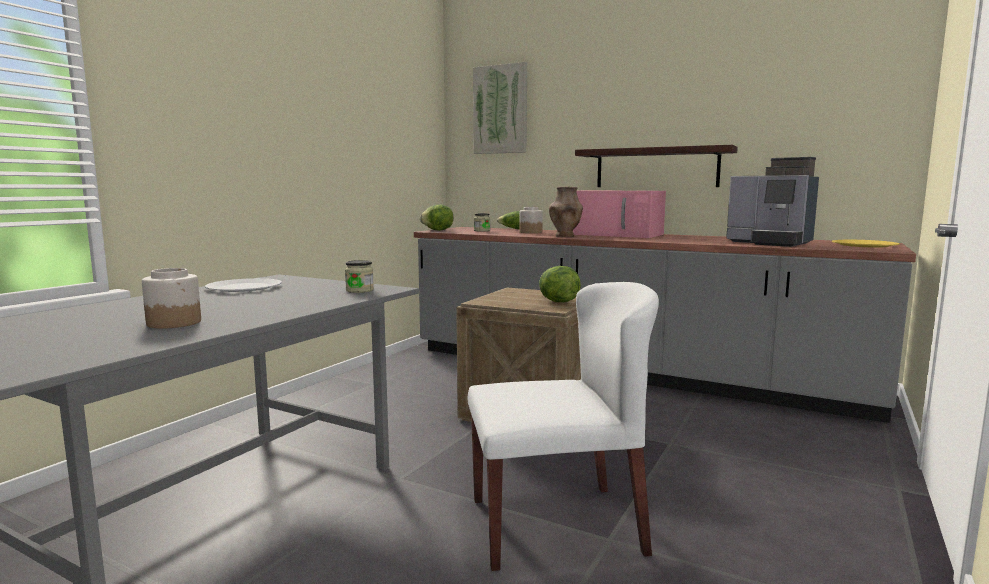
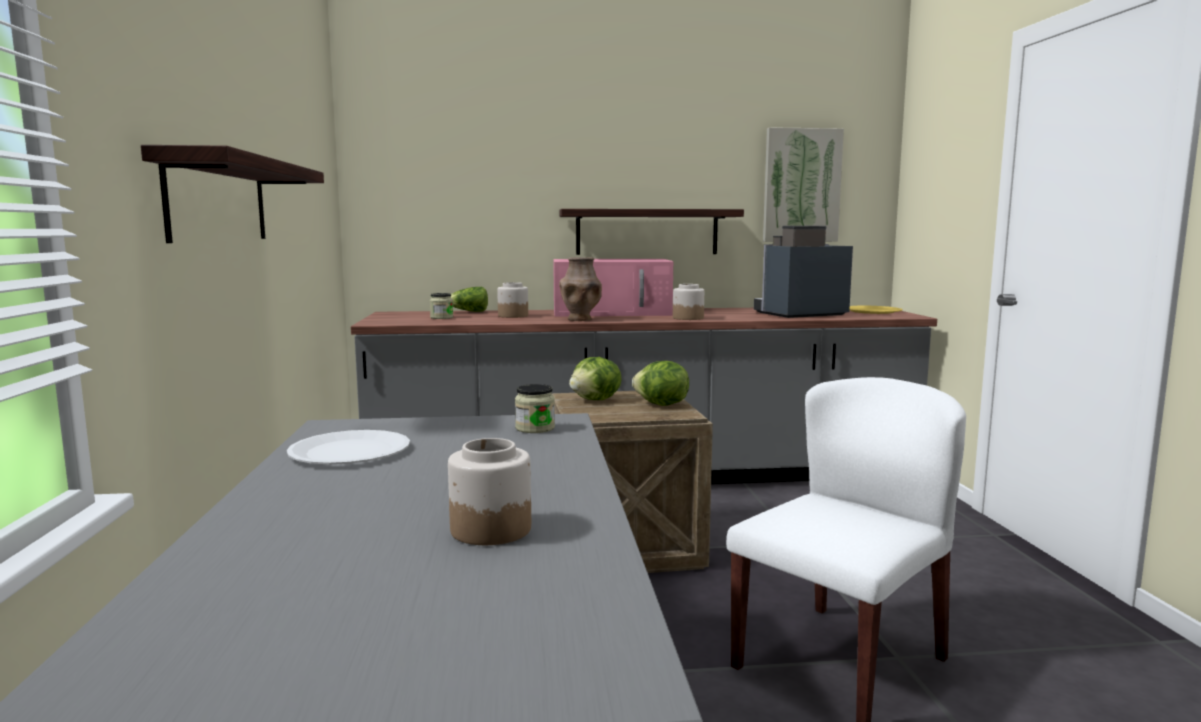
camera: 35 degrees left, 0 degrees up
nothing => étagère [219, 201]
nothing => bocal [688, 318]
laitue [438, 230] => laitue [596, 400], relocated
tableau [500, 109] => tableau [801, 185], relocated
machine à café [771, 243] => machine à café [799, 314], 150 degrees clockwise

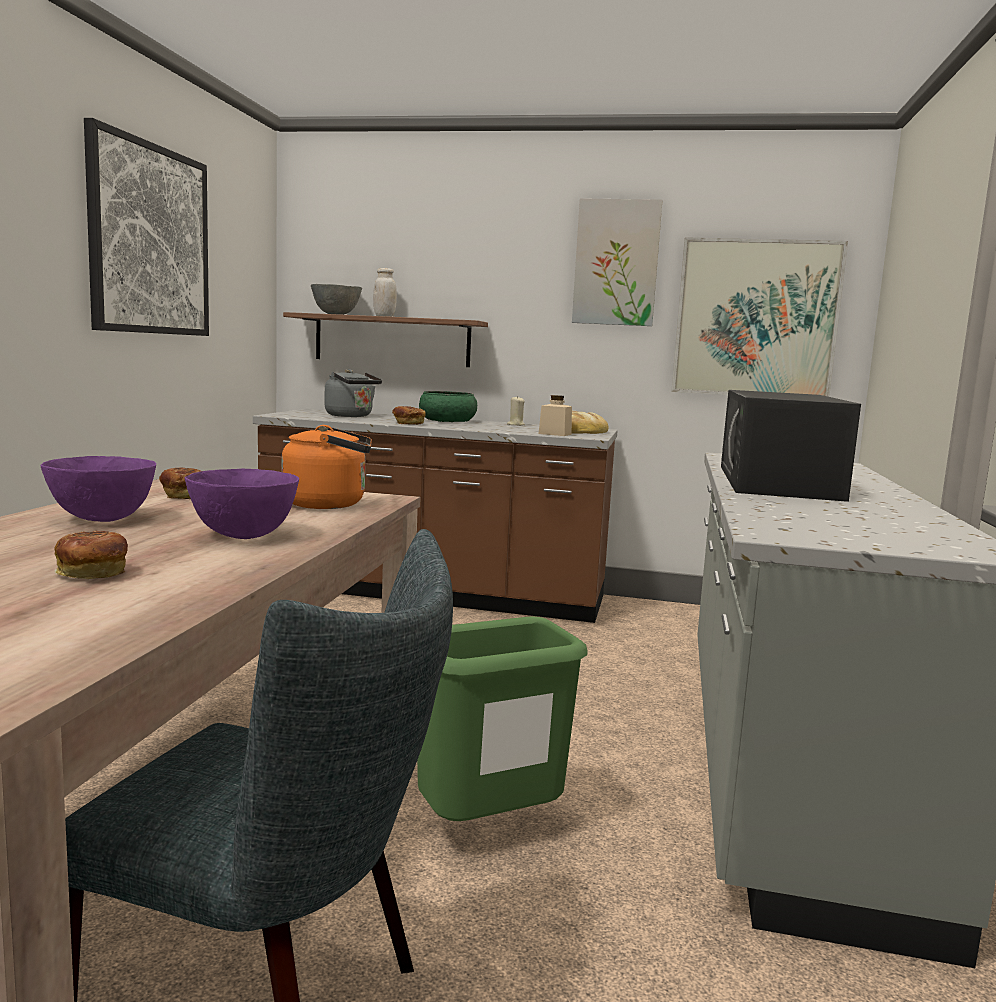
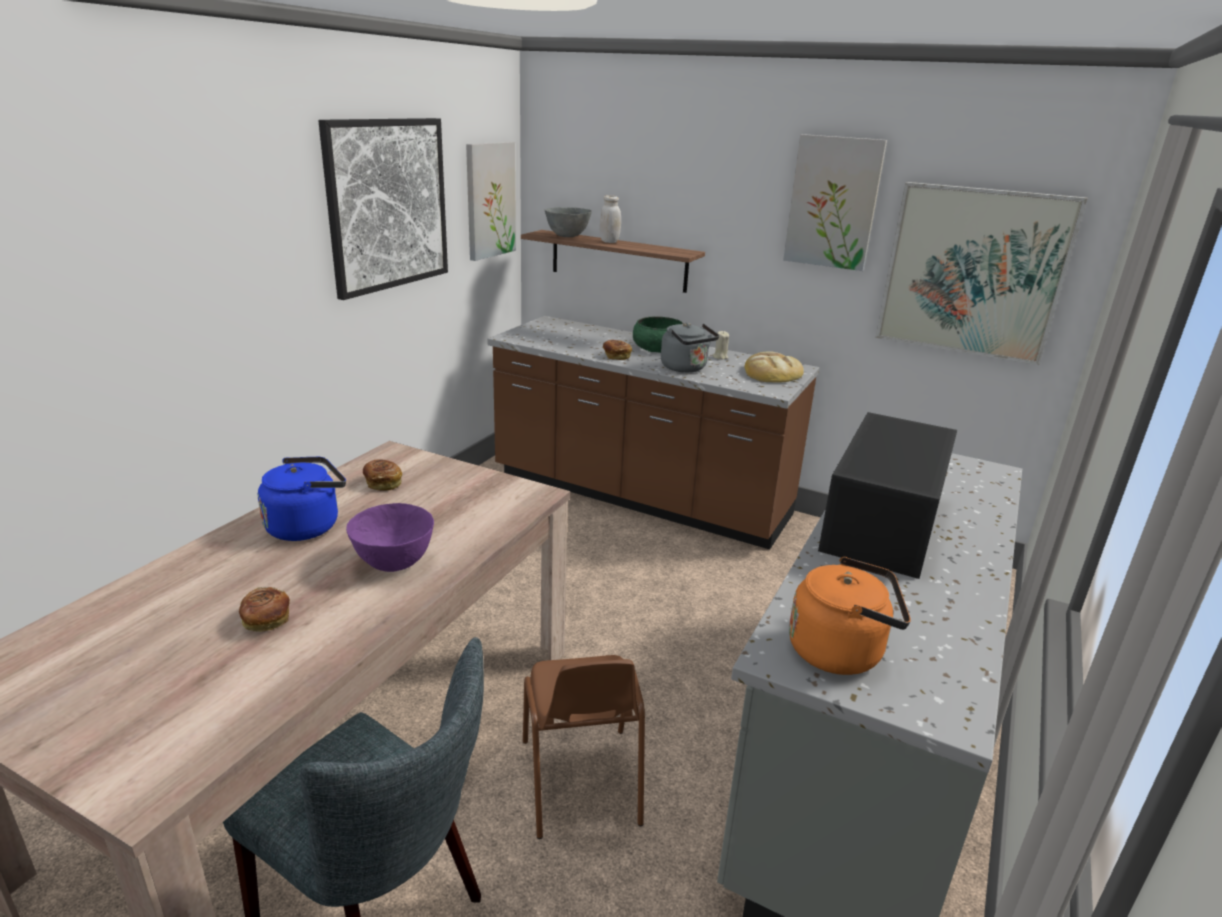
camera: 15 degrees right, 15 degrees up
bocal/beige [555, 434] => nothing
nothing => tableau [490, 200]
bouilloire/orange [330, 504] => bouilloire/orange [840, 651], relocated
bouilloire/gris [351, 416] => bouilloire/gris [686, 368], relocated
bol/violet [103, 519] => bouilloire/bleu [307, 526]
poubelle/vert [488, 832] => chaise/marron [580, 783]

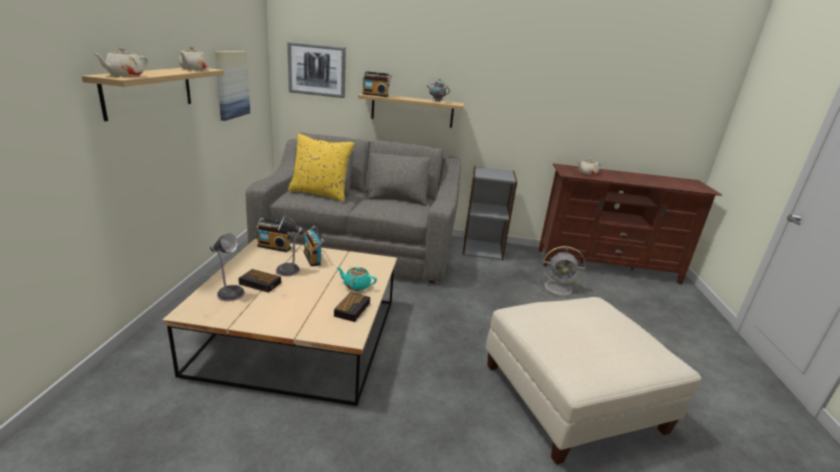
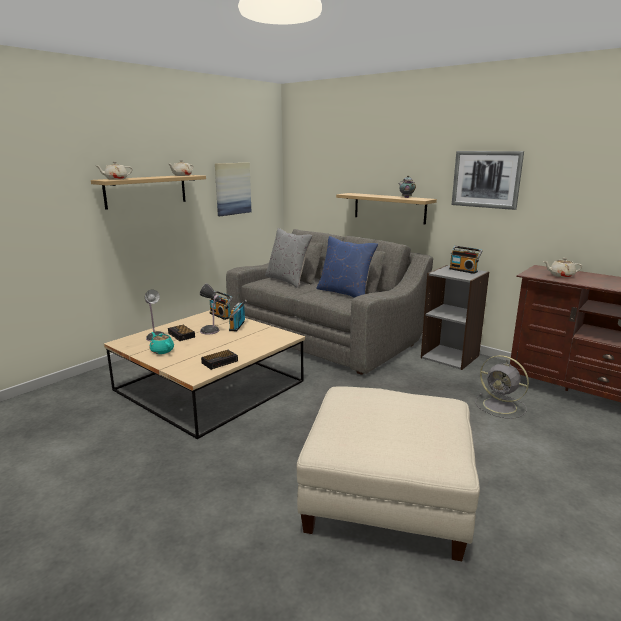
camera: 35 degrees right, 5 degrees down
nothing => coussin/bleu [345, 293]
tableau [317, 70] => tableau [486, 179], relocated
théière/turquoise [356, 286] => théière/turquoise [162, 350], relocated
radio [375, 95] => radio [463, 270], relocated
coussin/jaune [320, 193] => coussin/gris [287, 280]

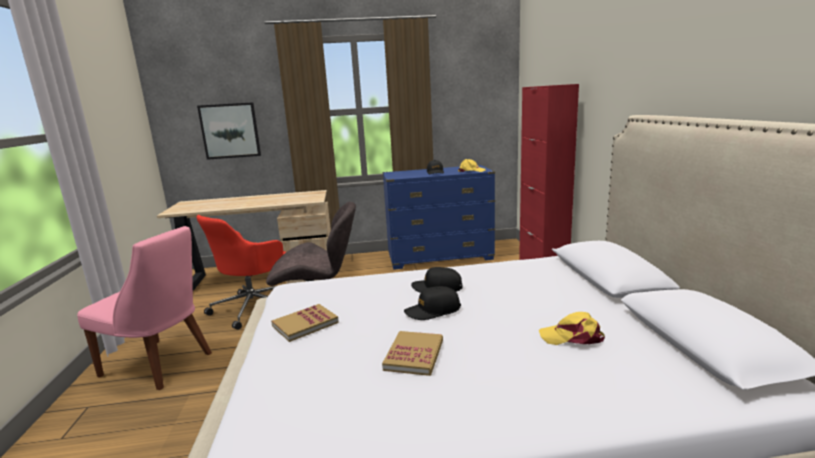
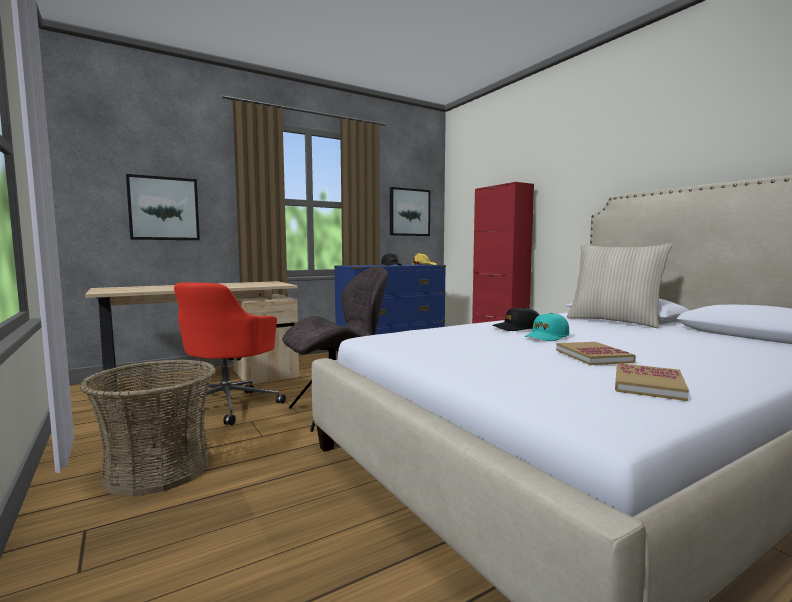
camera: 25 degrees left, 10 degrees down
casquette/jaune [572, 337] => nothing
nothing => tableau [409, 212]
nothing => coussin/beige [614, 321]
livre [305, 324] => livre [648, 385], relocated
chaise/rose [161, 365] => panier [158, 470]
casquette/noir [432, 311] => casquette/turquoise [547, 337]

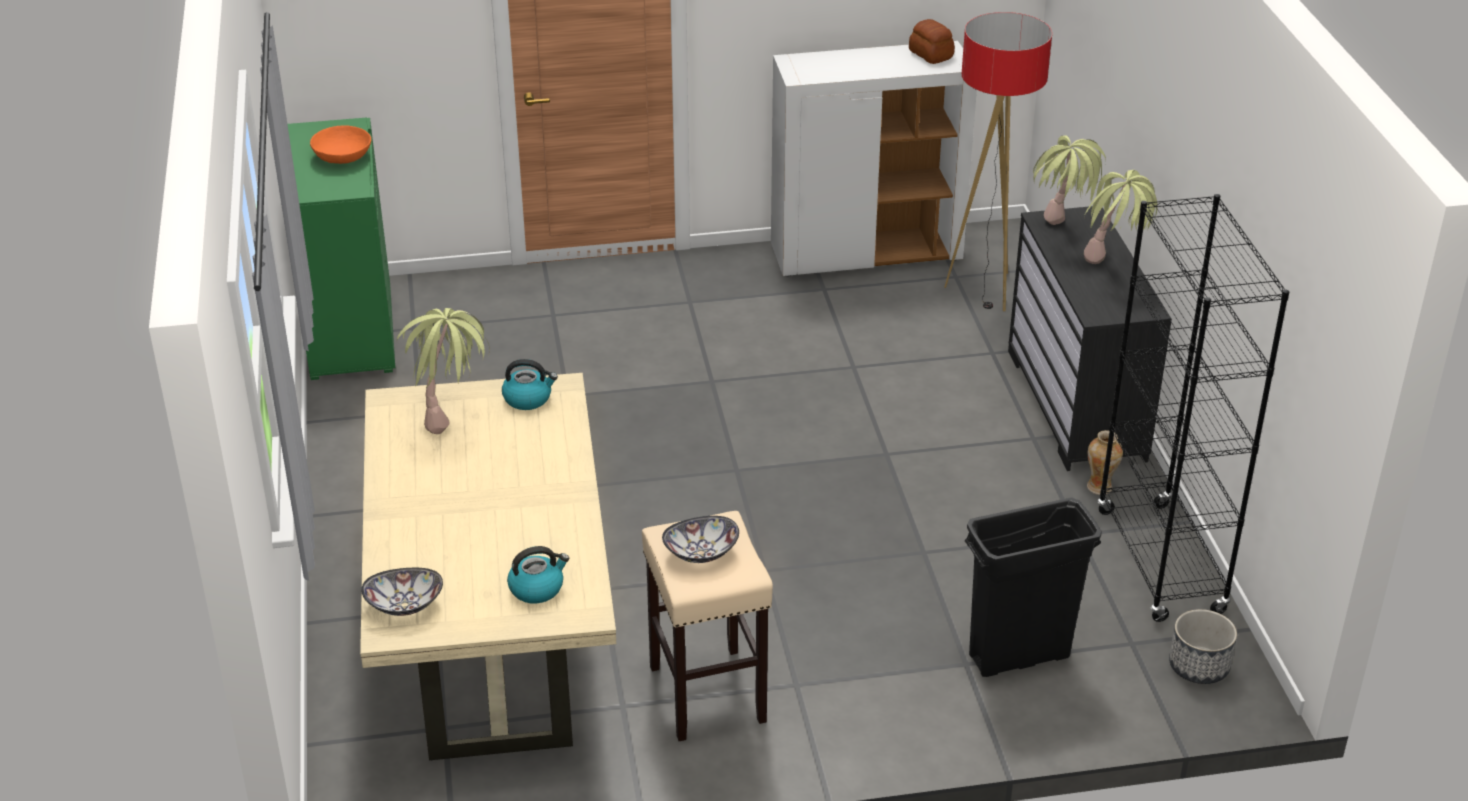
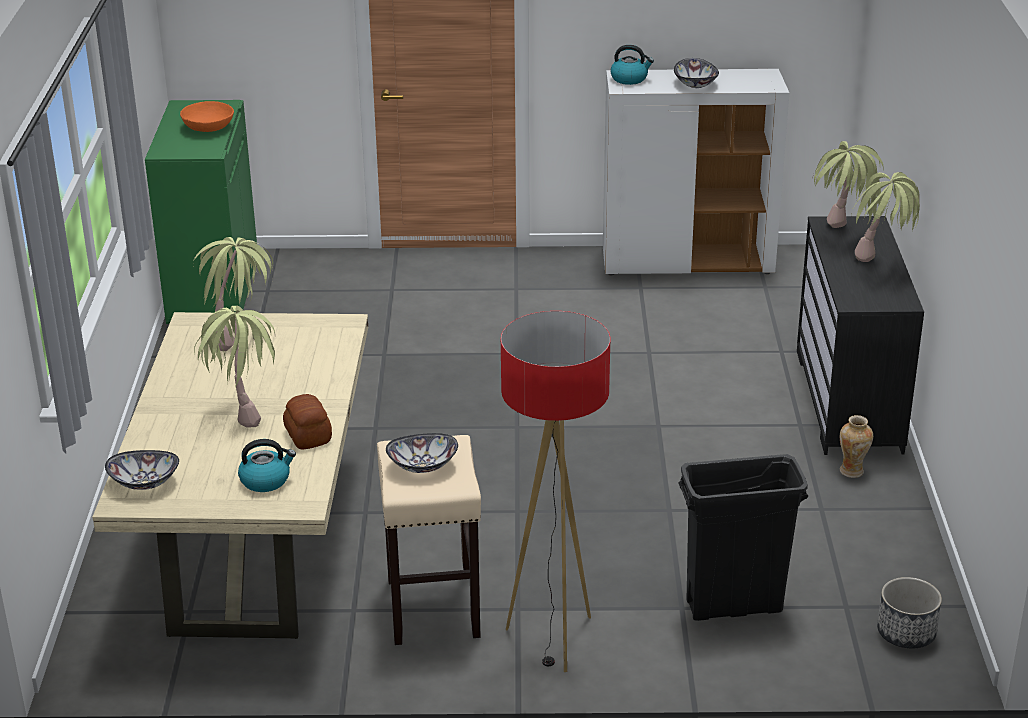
camera: 10 degrees right, 5 degrees down
bibliothèque/noir [1160, 562] => nothing
nothing => plante en pot [243, 411]
nothing => bol [696, 84]
bouilloire [528, 398] => bouilloire [630, 79], relocated
pain [930, 55] => pain [307, 436], relocated
lampadaire [985, 290] => lampadaire [553, 639], relocated

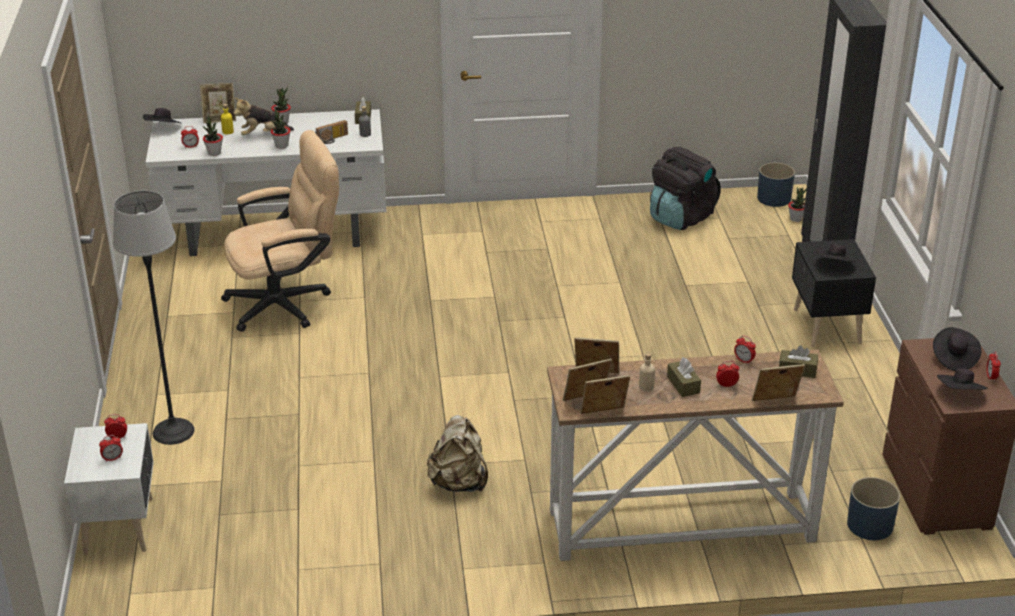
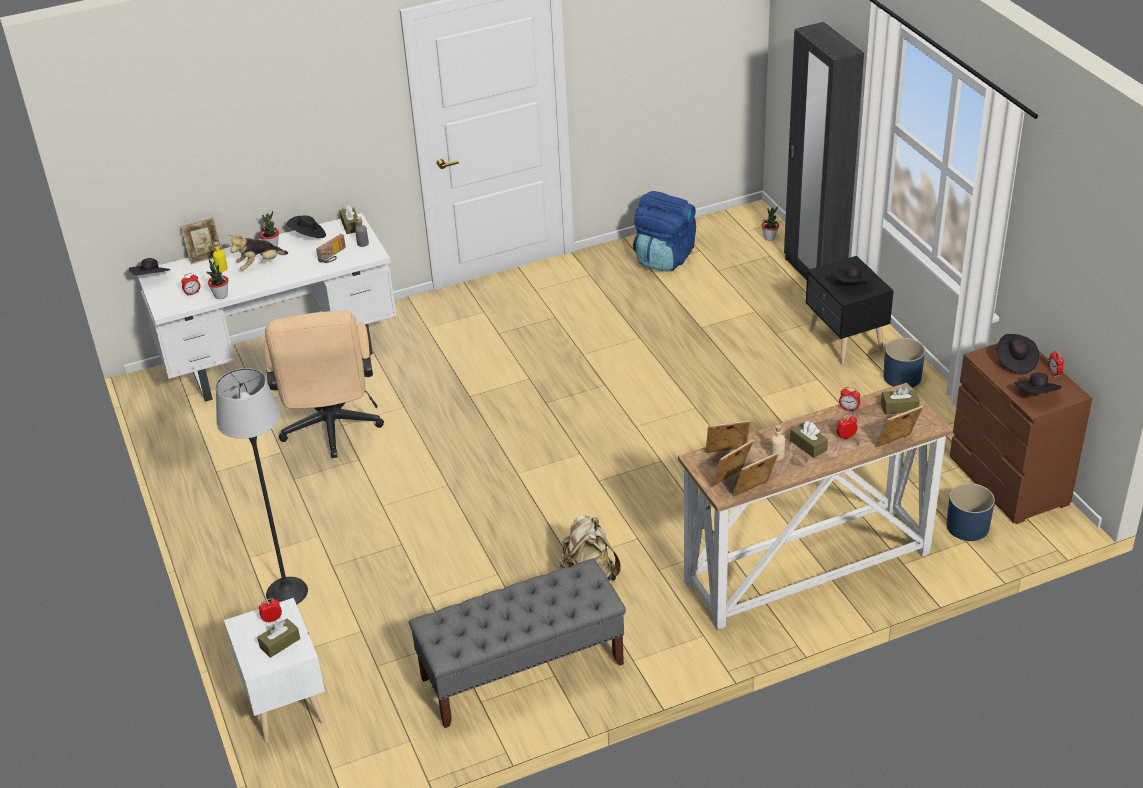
camera: 15 degrees left, 5 degrees up
plante en pot [281, 146] => nothing
nothing => chapeau/noir [308, 236]
nothing => banc/gris [521, 671]
cache-pot/bleu [773, 198] => cache-pot/bleu [901, 377], relocated
réveil [112, 458] => boîte à mouchoirs/marron [280, 643]
sac à dos/noir [680, 217] => sac à dos/bleu [664, 258]
chaise de bureau/beige [287, 303] => chaise de bureau/beige [331, 430], 120 degrees clockwise

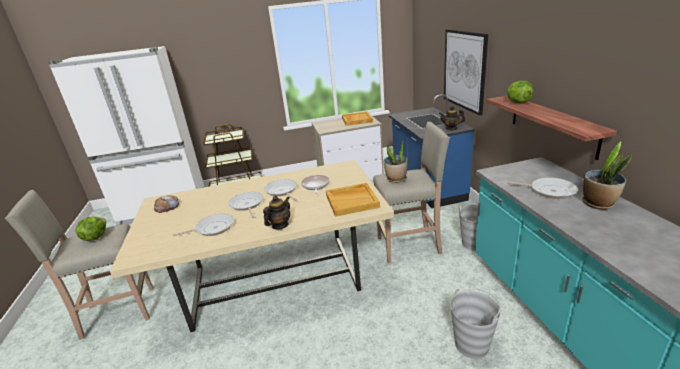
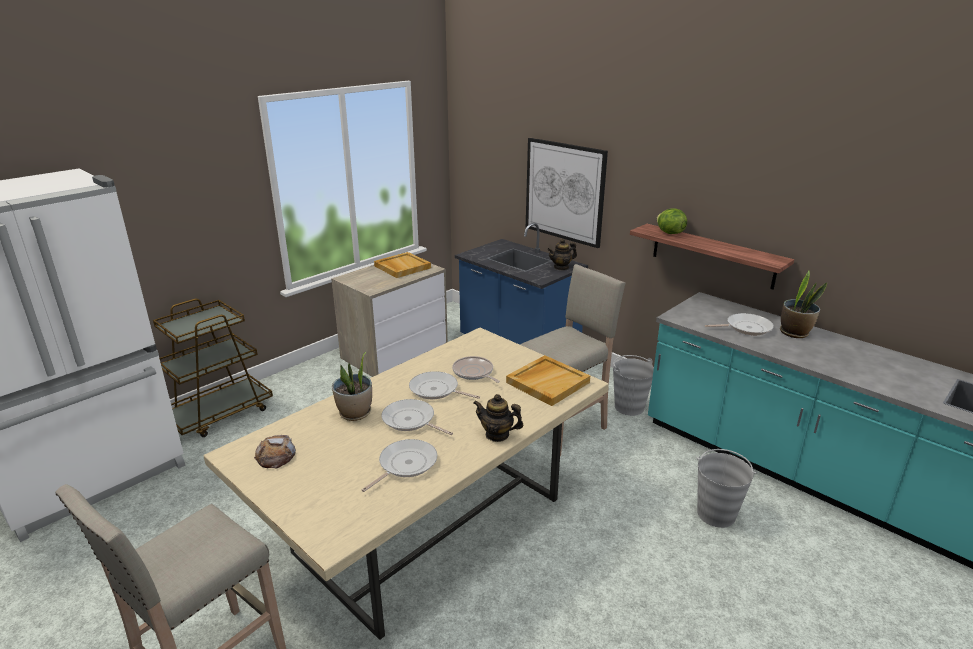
camera: 35 degrees left, 0 degrees up
laitue [95, 237] => nothing
plante en pot [396, 179] => plante en pot [355, 413], relocated
théière [280, 225] => théière [497, 435], 75 degrees counterclockwise

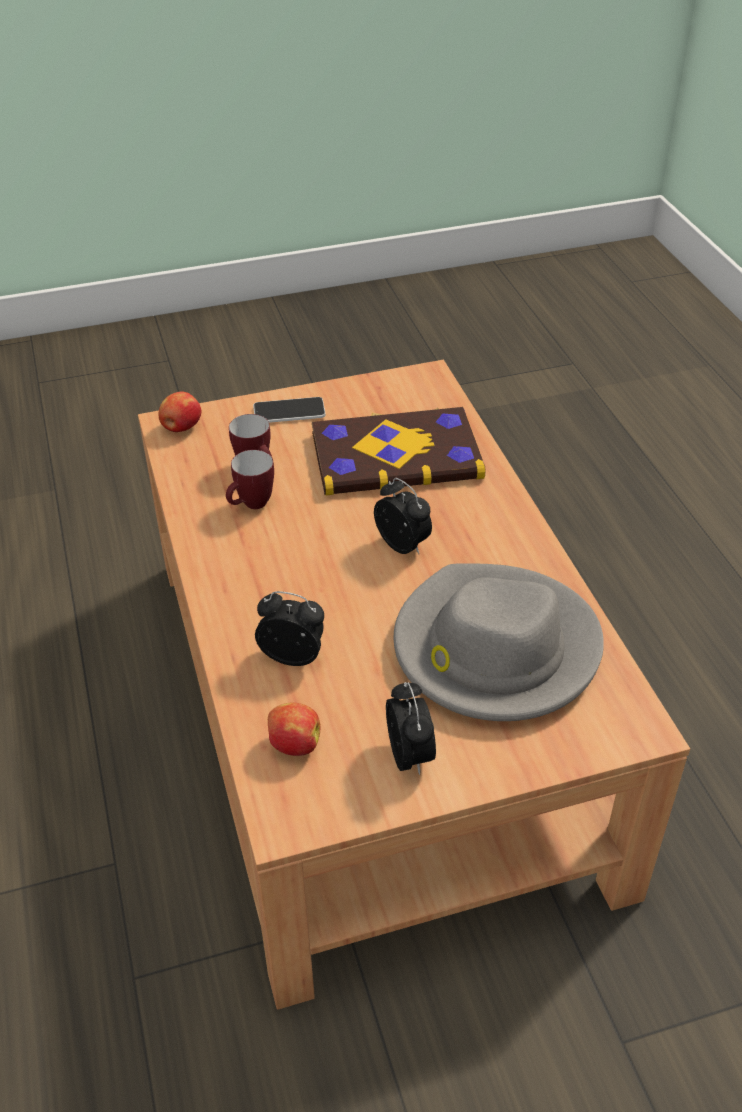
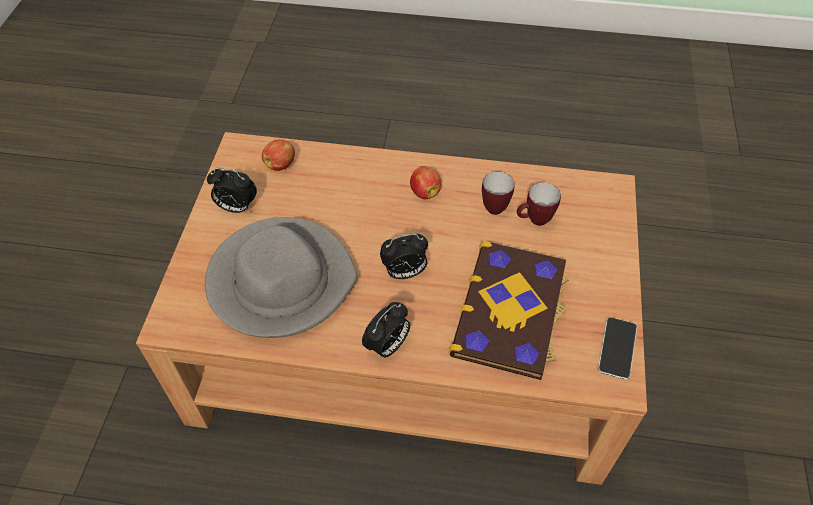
camera: 115 degrees right, 10 degrees up
pomme [181, 428] => pomme [425, 192], relocated
téléphone [289, 412] => téléphone [617, 348], relocated
réveil [294, 656] => réveil [387, 346], relocated

